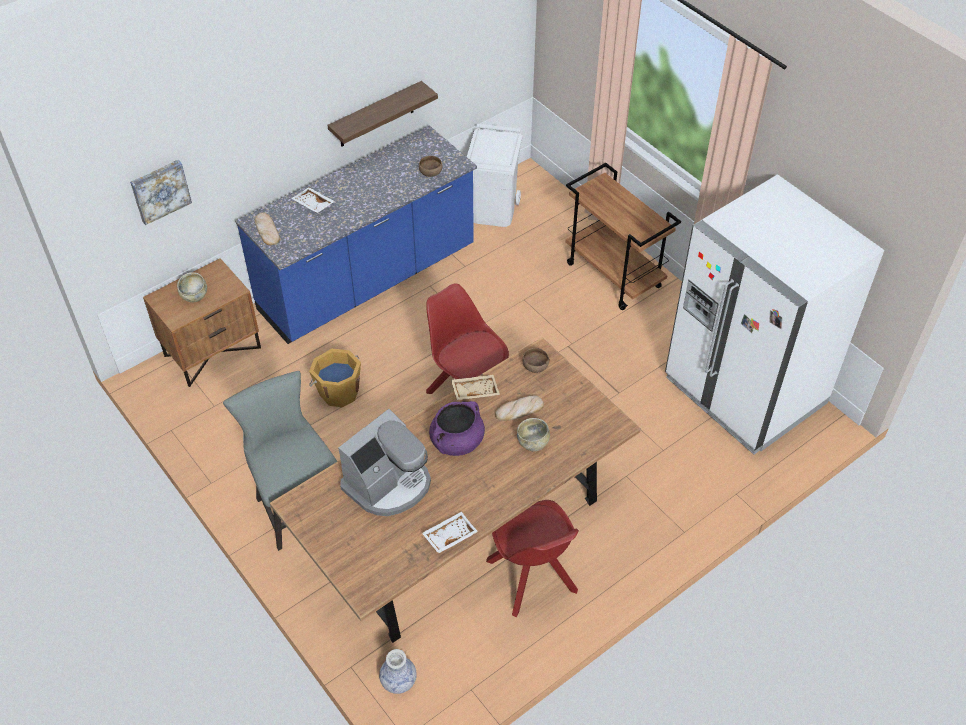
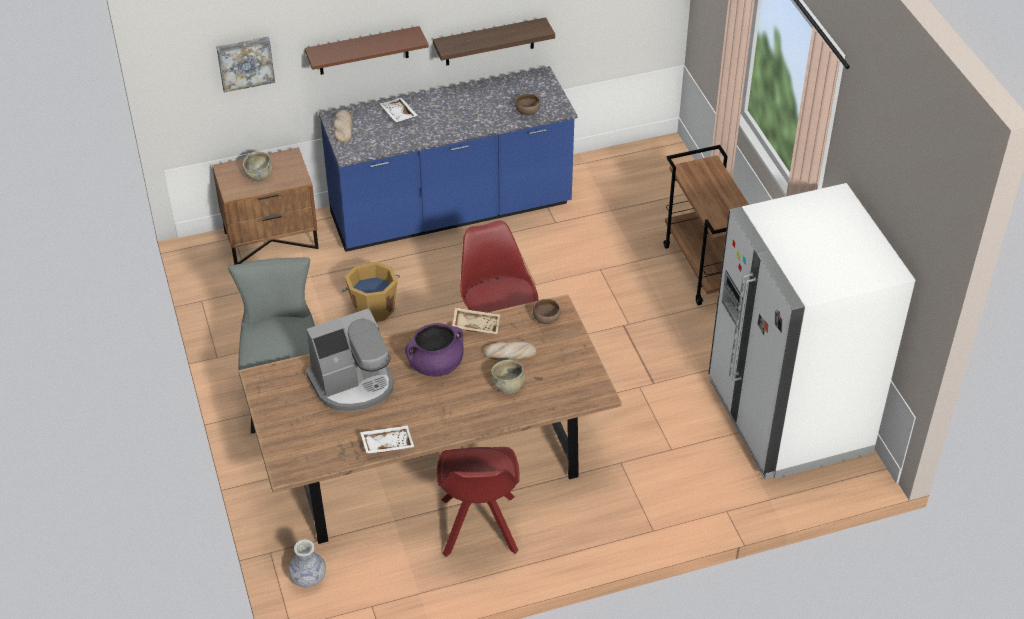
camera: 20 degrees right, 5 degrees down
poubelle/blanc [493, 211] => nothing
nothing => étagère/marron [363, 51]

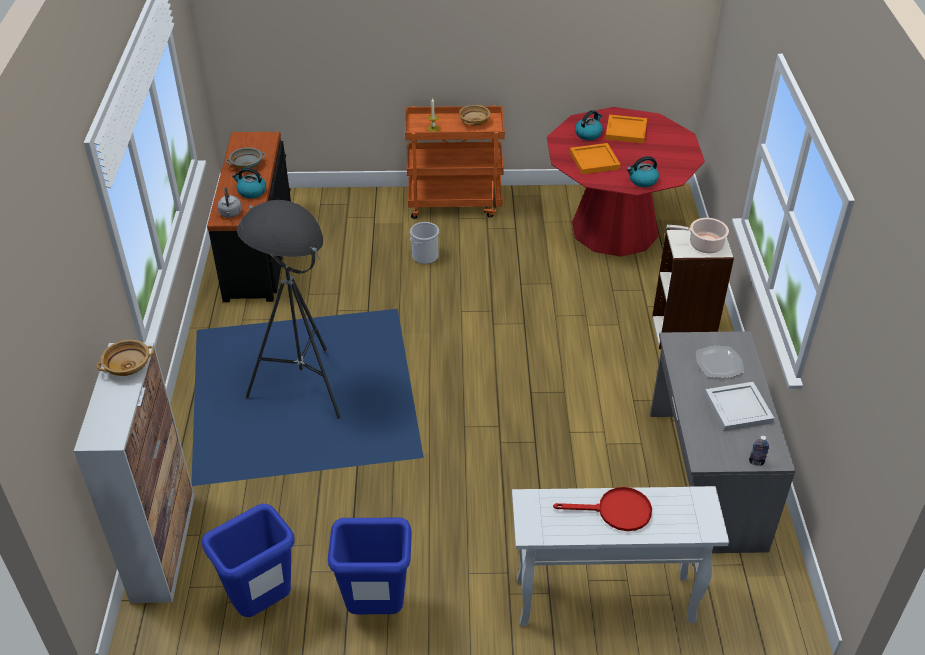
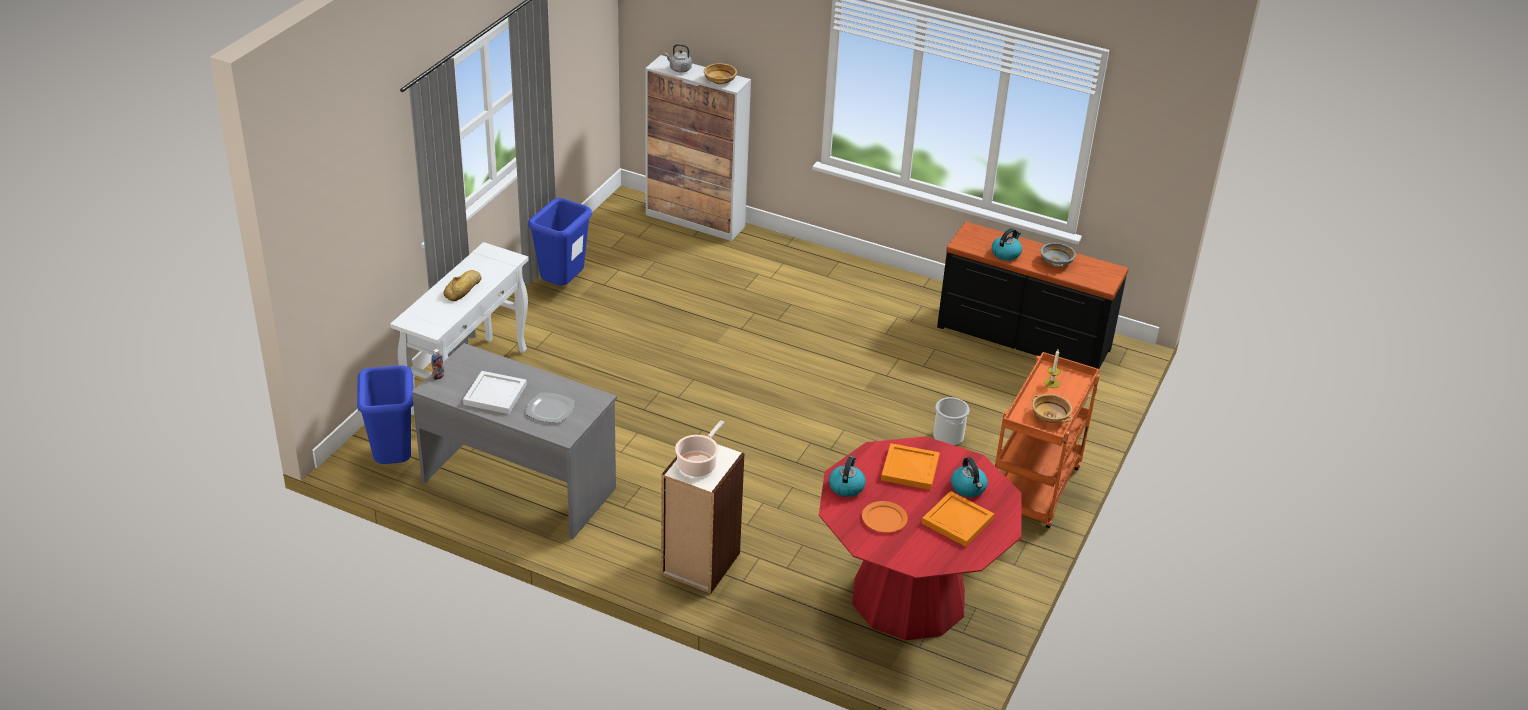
camera: 115 degrees right, 5 degrees down
lampadaire/bleu [302, 389] => nothing
nothing => assiette/orange [884, 518]
poubelle/bleu [261, 605] => poubelle/bleu [394, 461], relocated
bouilloire/gris [230, 214] => bouilloire/gris [679, 69], relocated
poêle/rouge [616, 512] => pain [464, 289]

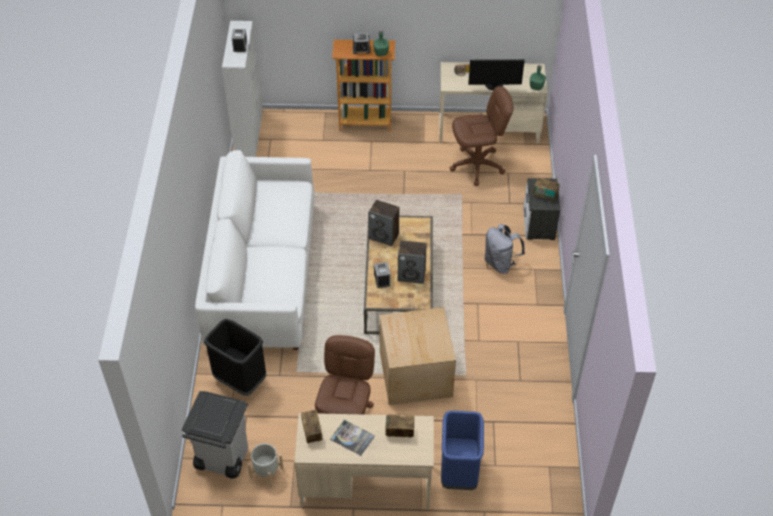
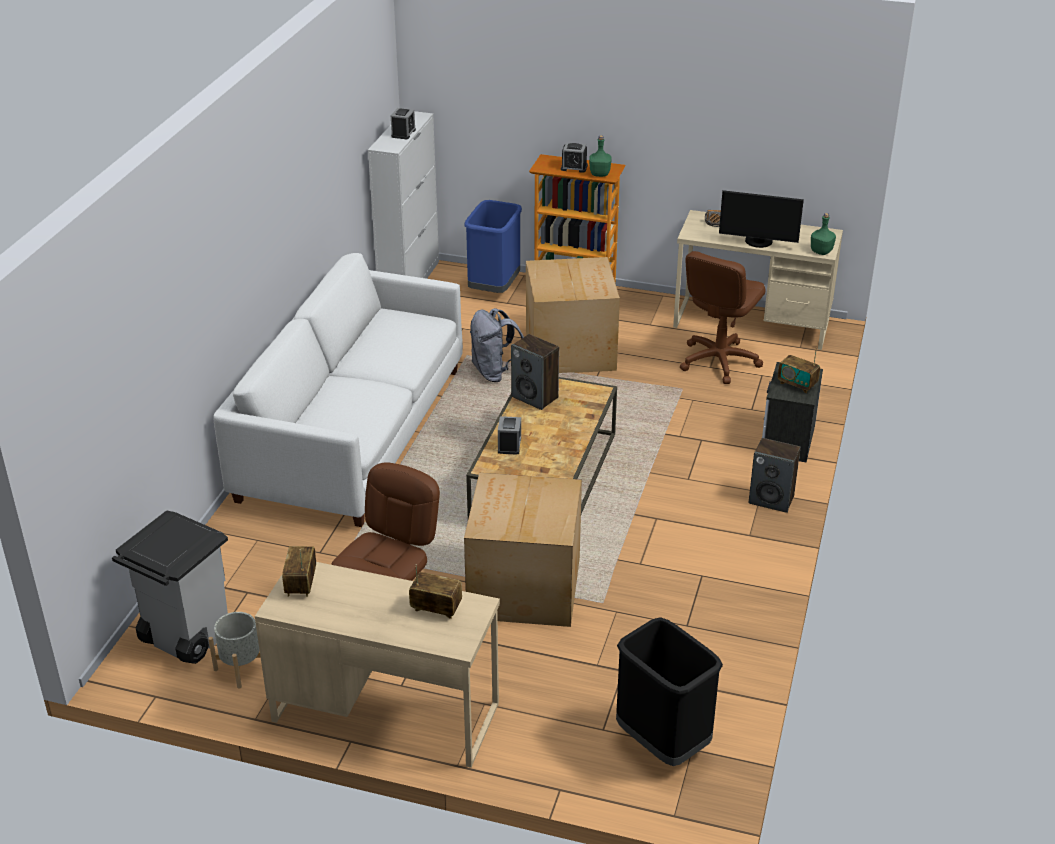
camera: 15 degrees right, 15 degrees down
livre [352, 438] => nothing
nothing => carton [571, 349]
poubelle/noir [240, 381] => poubelle/noir [661, 743], relocated
enceinte [412, 275] => enceinte [771, 500], relocated
poubelle/bleu [459, 472] => poubelle/bleu [494, 288], relocated
sac à dos/gris [500, 263] => sac à dos/gris [495, 373], relocated
chaise de bureau/marron [477, 166] => chaise de bureau/marron [718, 361], 120 degrees clockwise

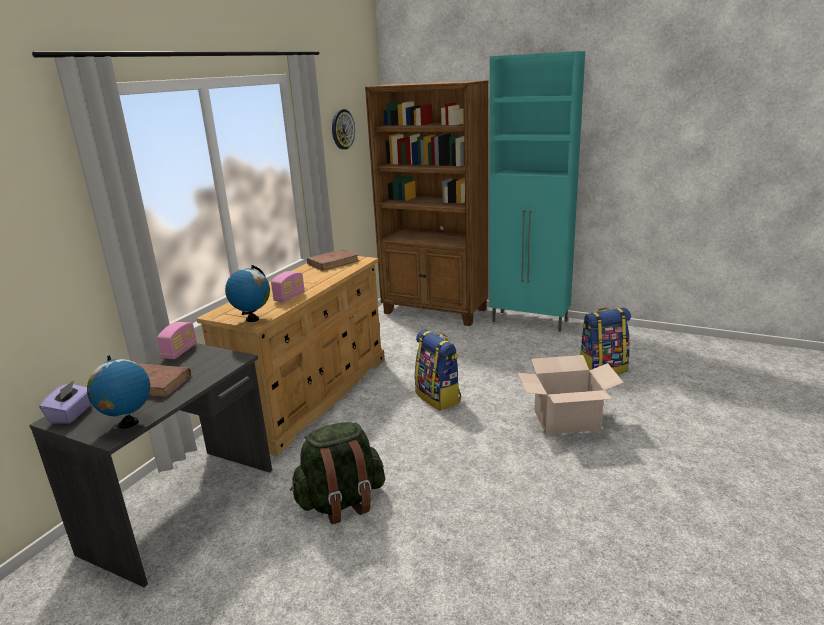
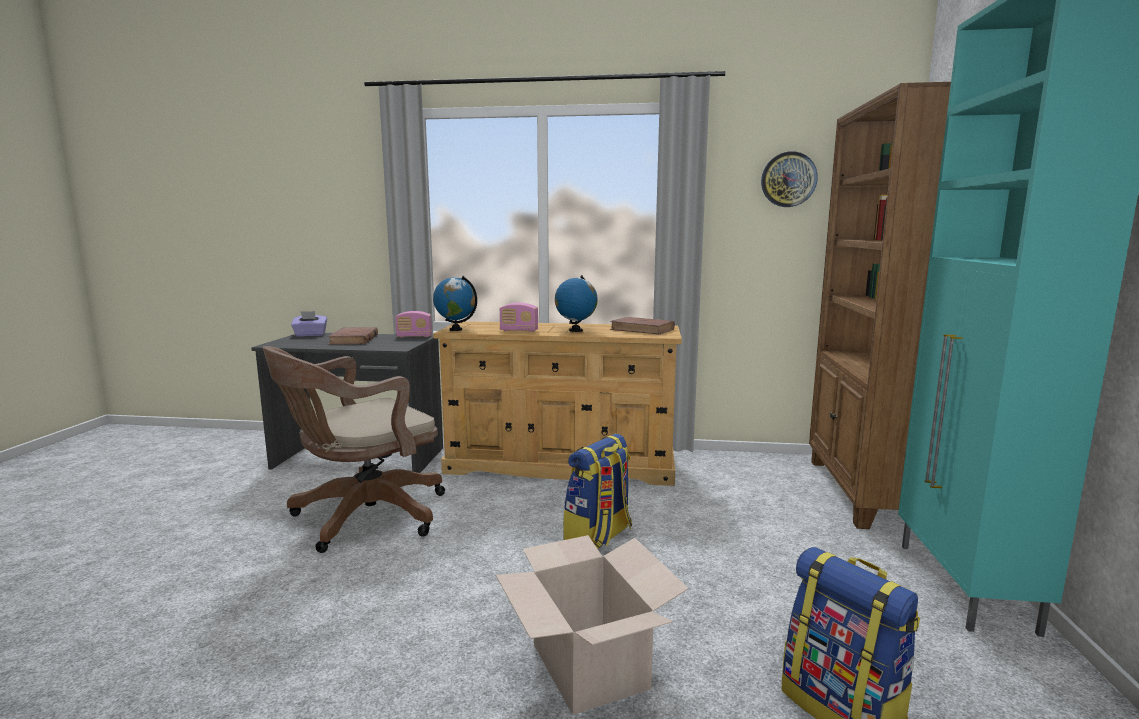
camera: 70 degrees right, 10 degrees down
globe [128, 423] => globe [575, 330], relocated
sac à dos/vert [341, 502] => chaise de bureau/marron [362, 517]

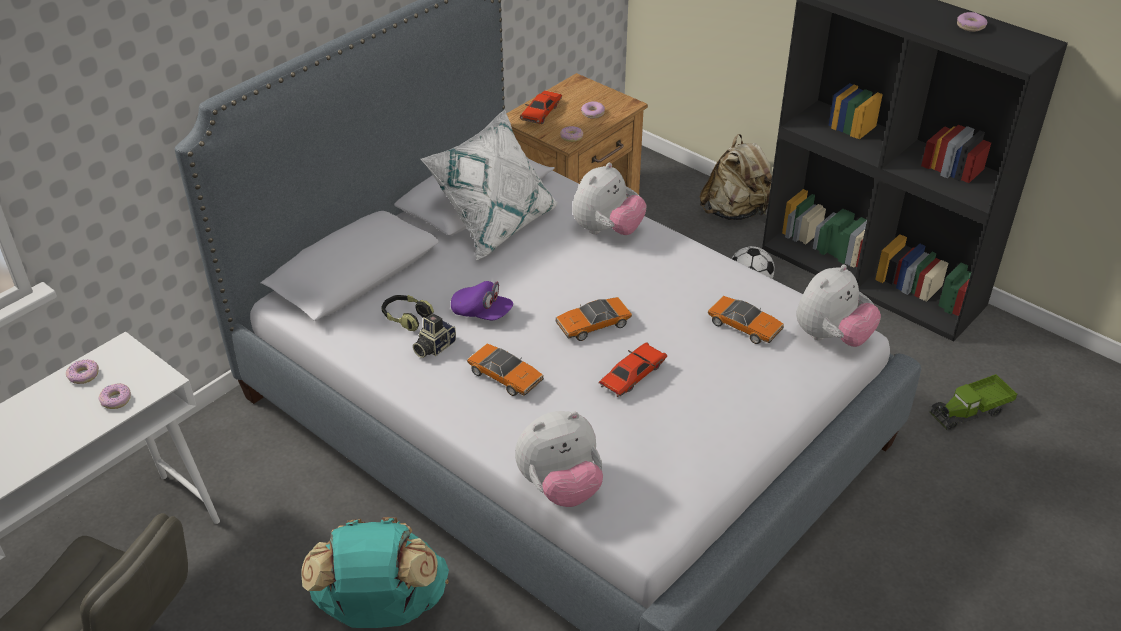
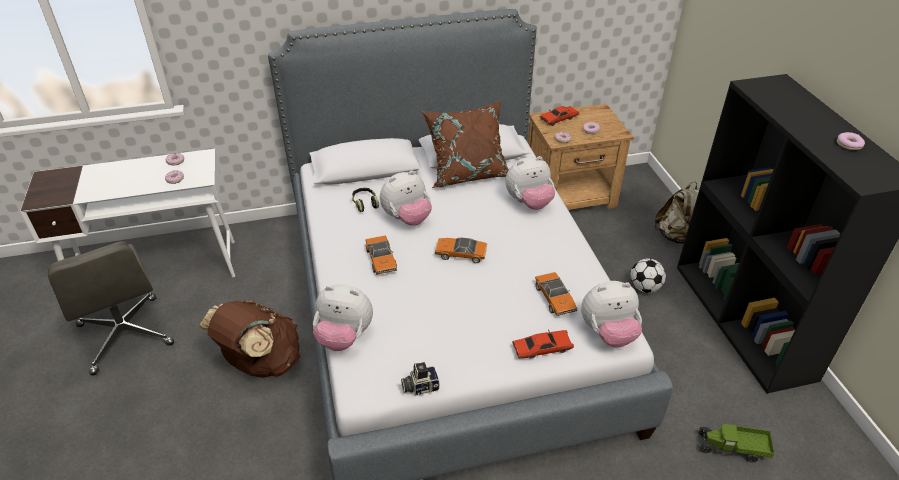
camera: 35 degrees right, 0 degrees up
appareil photo [433, 347] => appareil photo [420, 386], relocated
petite voiture/rouge [632, 375] => petite voiture/rouge [542, 349], relocated
casquette/violet [482, 313] => peluche [407, 219]
sac à dos/turquoise [381, 609] => sac à dos/marron [261, 363]
coussin/blanc [495, 223] => coussin/marron [467, 172]

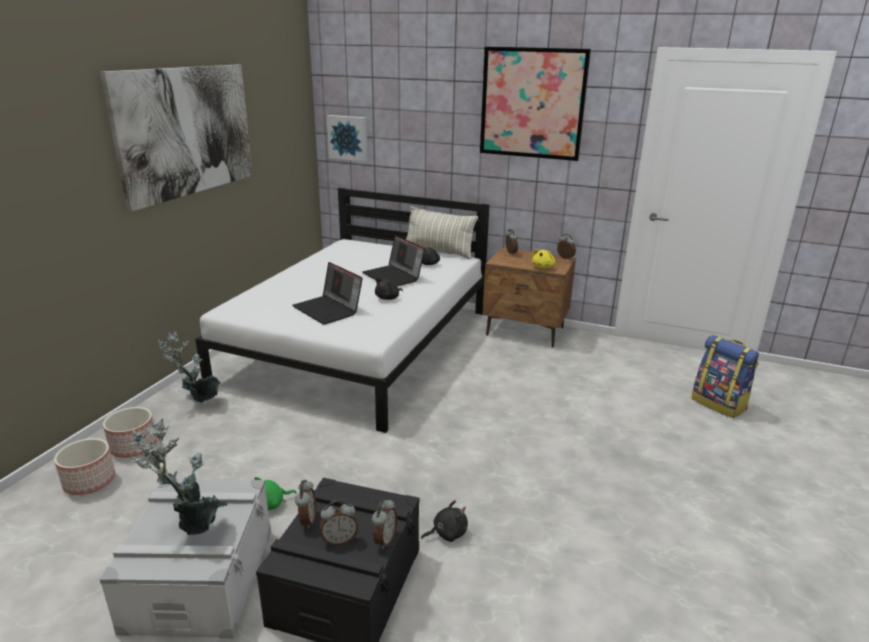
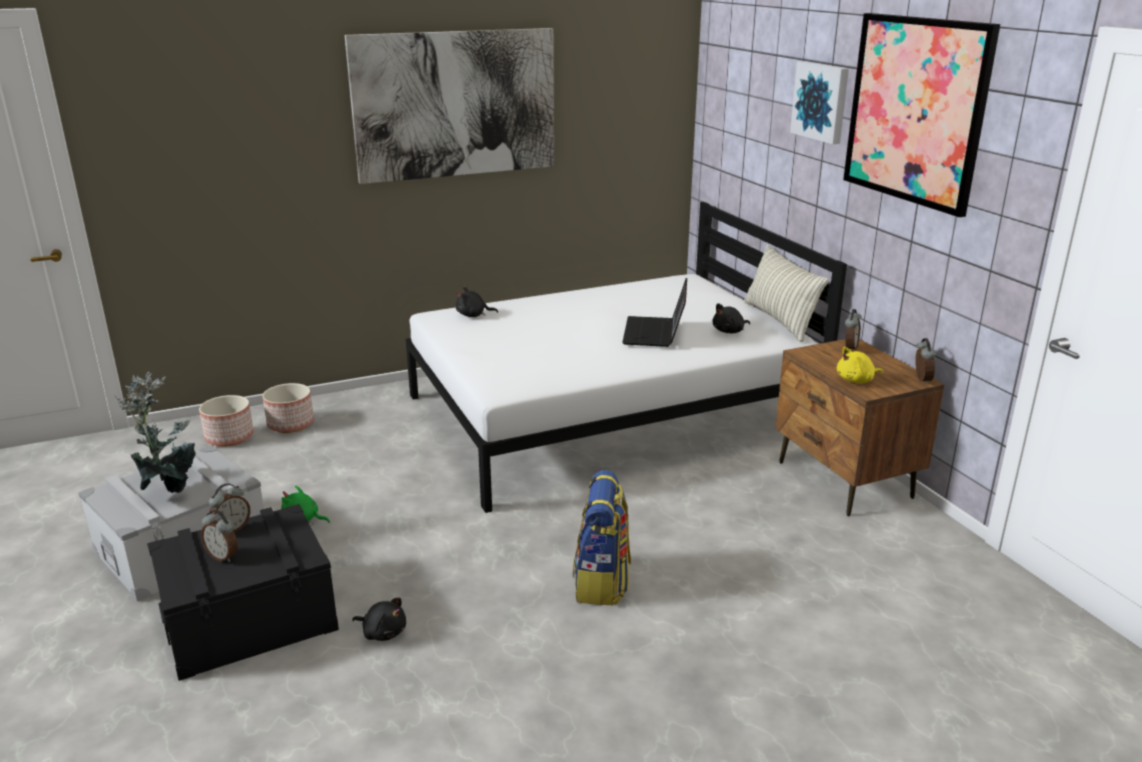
camera: 45 degrees right, 0 degrees up
plante en pot [198, 402] => nothing
ordinateur portable [329, 310] => nothing
réveil [384, 540] => nothing
tableau [348, 137] => tableau [821, 101], relocated
peluche/noir [388, 298] => peluche/noir [473, 315], relocated
sac à dos [719, 404] => sac à dos [602, 582], relocated

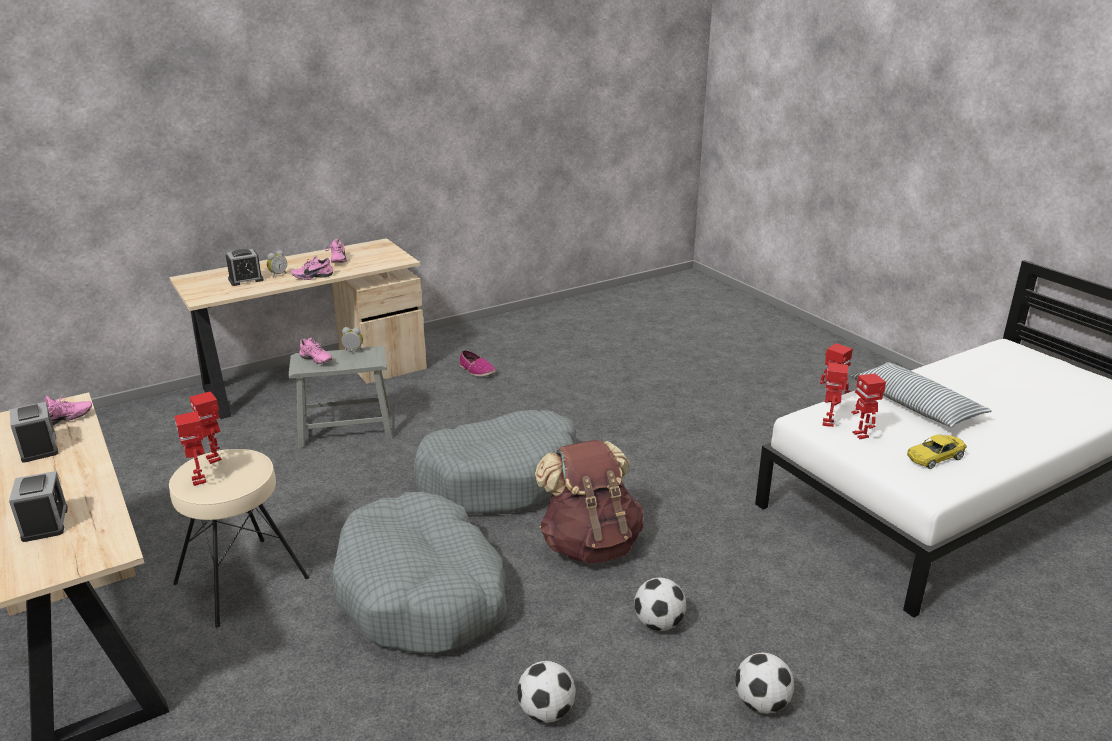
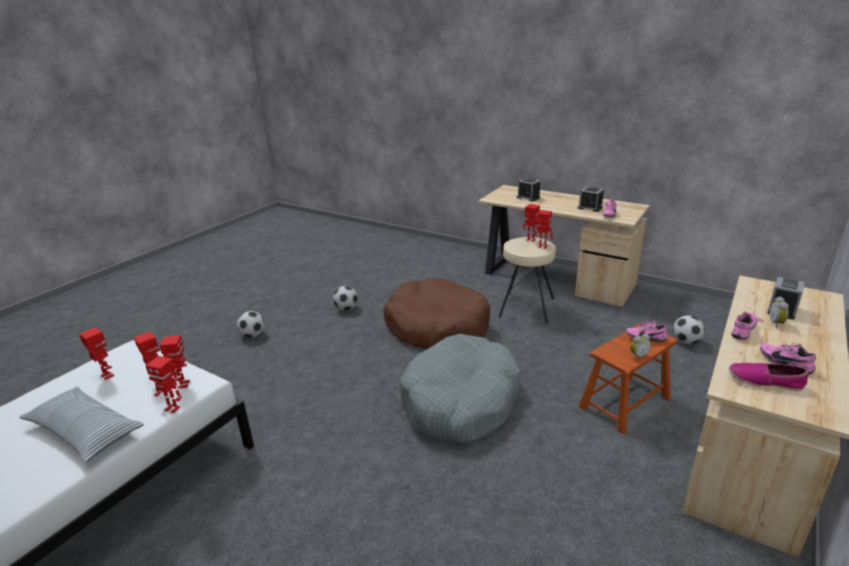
camera: 155 degrees right, 0 degrees up
sac à dos/marron [590, 544] => nothing
chaussure [476, 370] => chaussure [765, 381], relocated
ballon de foot [658, 623] => ballon de foot [685, 341], relocated
petite voiture/jaune [935, 457] => robot jouet [106, 376]
tabouret/gris [346, 428] => tabouret/marron [624, 403]
panier pour chien/gris [422, 592] => panier pour chien/marron [437, 327]

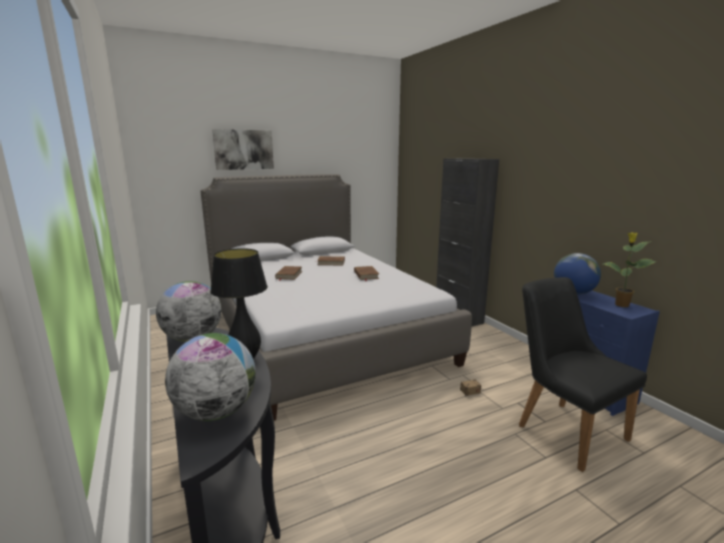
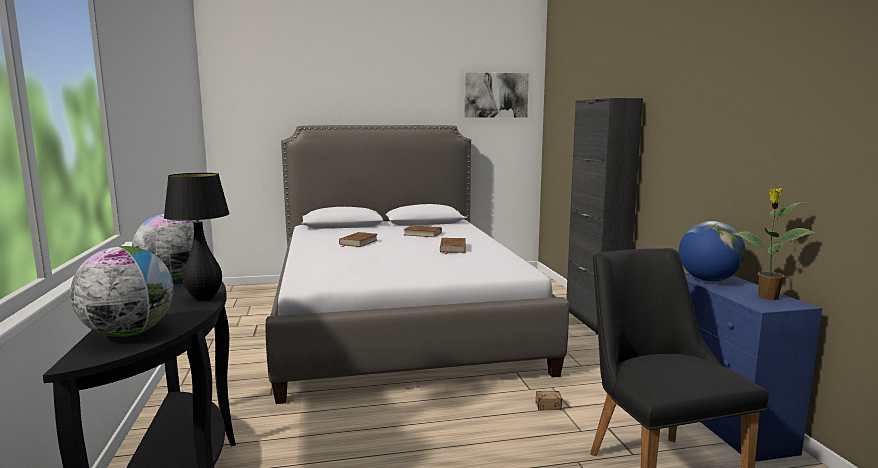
camera: 15 degrees right, 5 degrees down
tableau [243, 149] => tableau [496, 95], relocated

